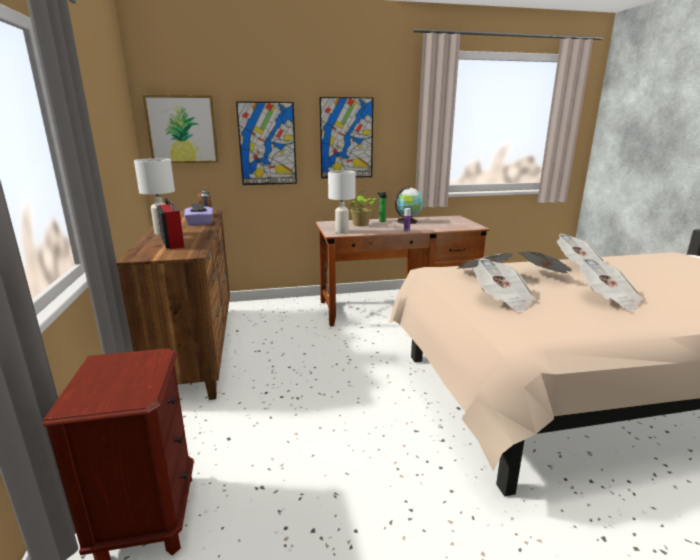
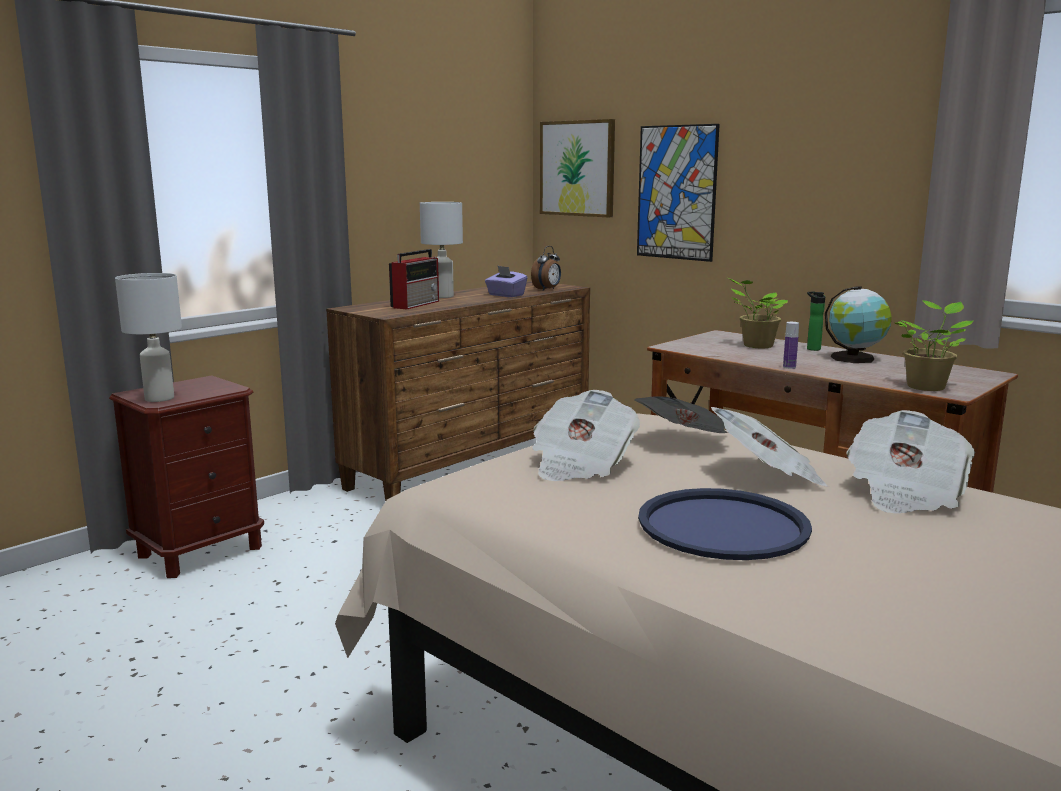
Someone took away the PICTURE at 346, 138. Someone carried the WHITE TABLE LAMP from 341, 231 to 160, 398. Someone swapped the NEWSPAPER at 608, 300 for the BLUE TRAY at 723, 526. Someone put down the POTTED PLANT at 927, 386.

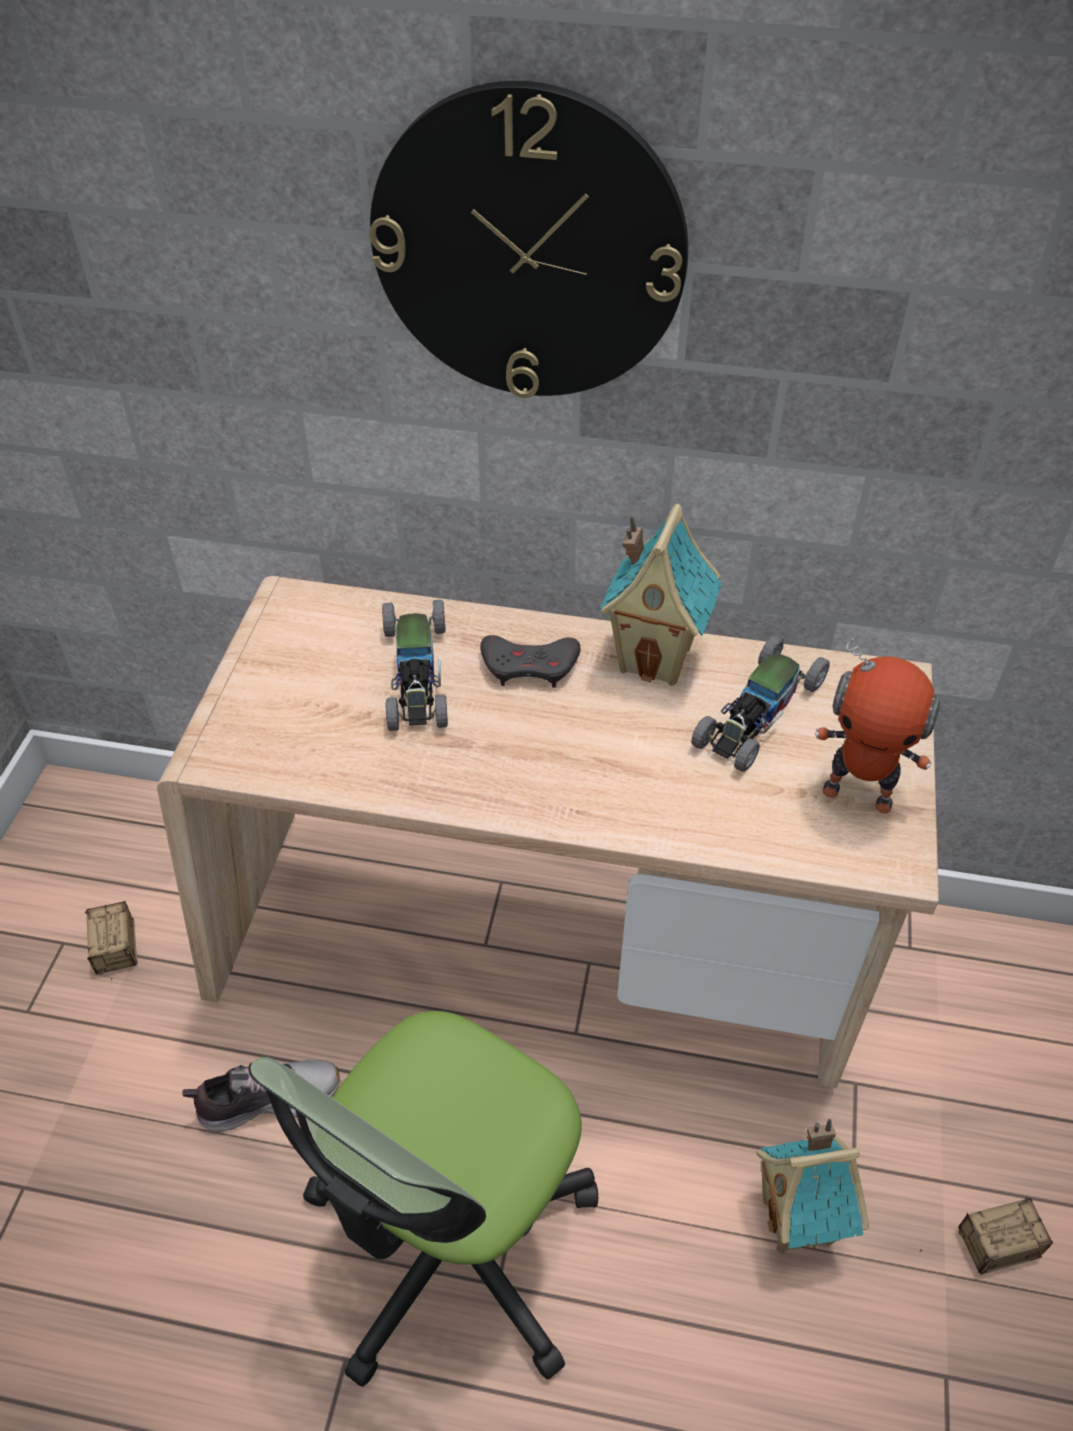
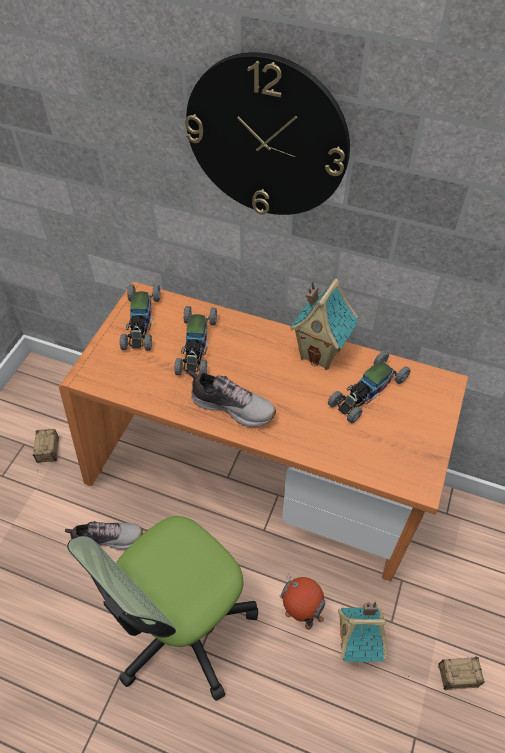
Someone repainted the BEIGE DESK at 536, 952, which became the ORANGE DESK at 252, 485. Someone took away the GREY GAME CONTROLLER at 530, 666. Someone carried the TOY ROBOT from 858, 793 to 300, 617. Someone put down the TOY CAR at 141, 322. Someone put down the SHOE at 232, 406.

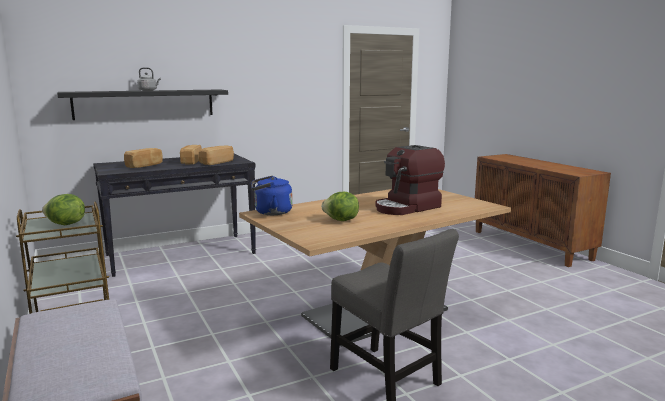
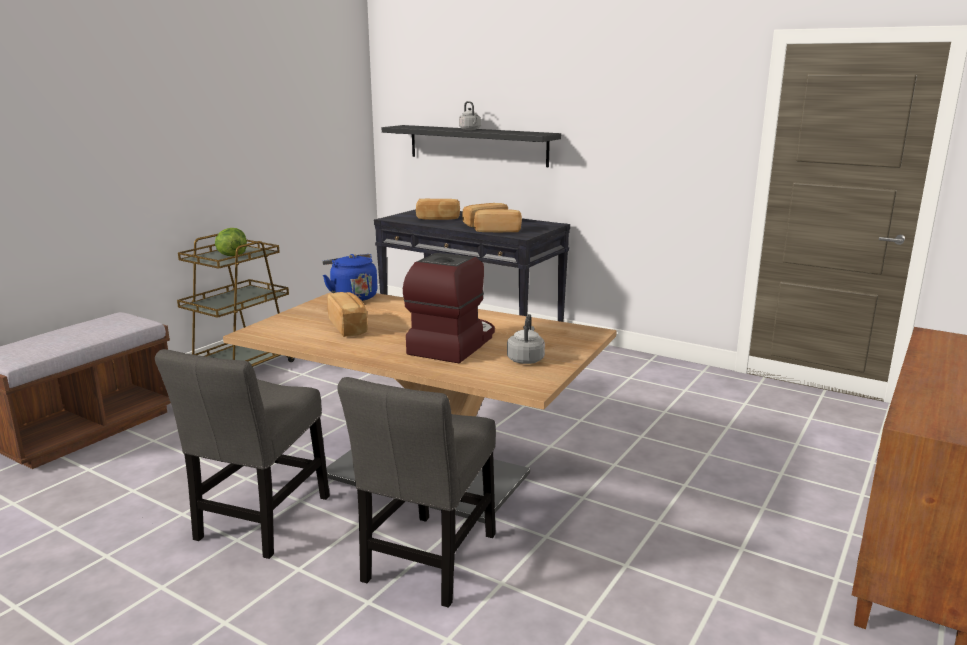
Someone rotated the COFFEE MACHINE at 407, 207 by 90 degrees clockwise. Someone swapped the LETTUCE at 341, 220 for the BREAD at 349, 327. Someone put down the GREY KETTLE at 526, 359. Someone put down the GREY CHAIR at 428, 562.

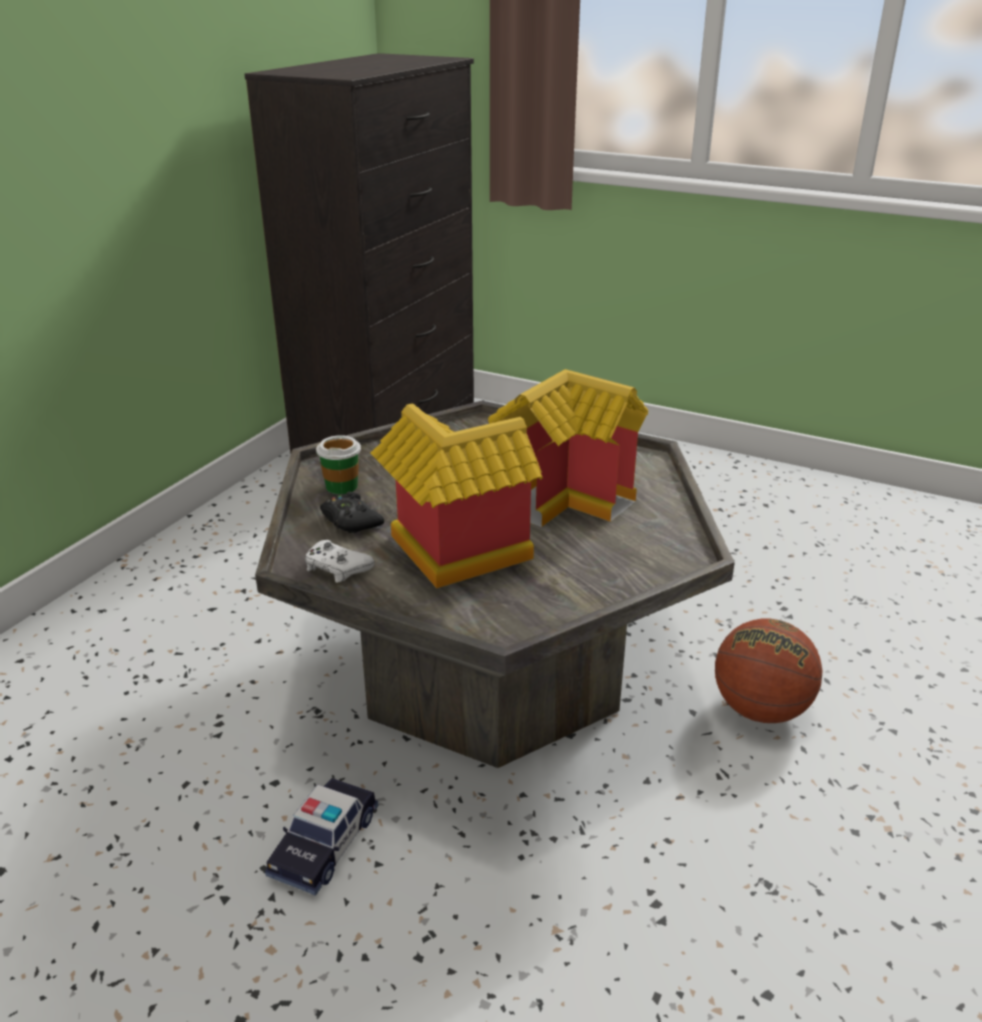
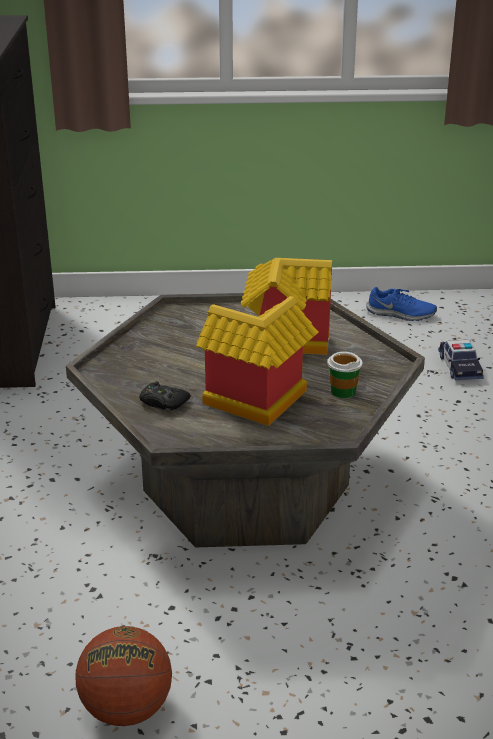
Someone carried the CUP from 341, 486 to 343, 391. Someone took away the WHITE GAME CONTROLLER at 336, 568. Someone carried the BASKETBALL from 760, 709 to 126, 709. Someone carried the TOY CAR from 325, 844 to 459, 367. Someone put down the BLUE SHOE at 401, 314.

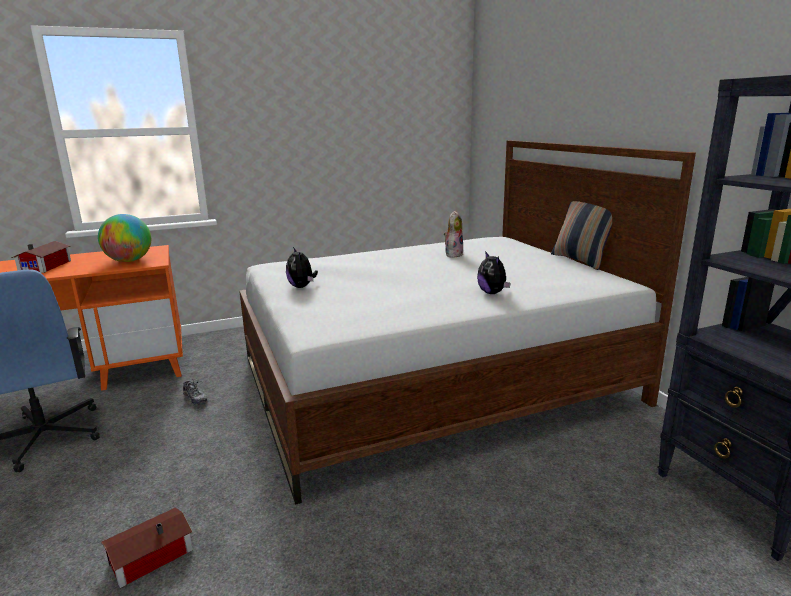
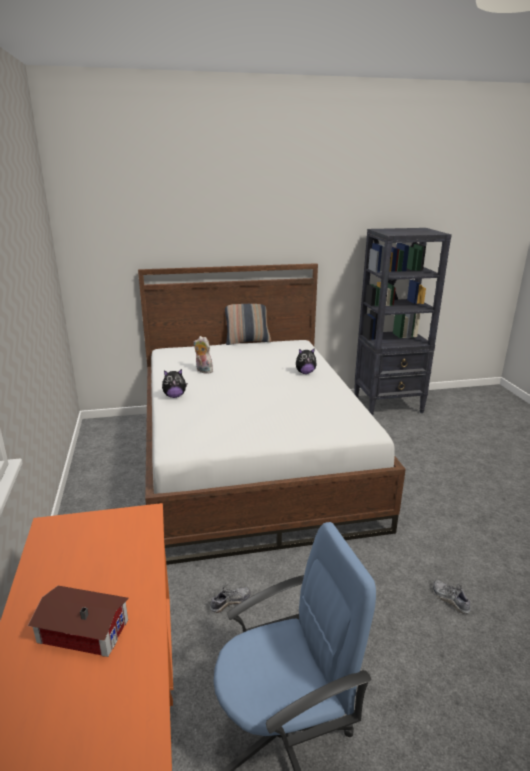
Someone took away the GLOBE at 129, 261. Someone carried the PLUSH TOY from 302, 287 to 174, 396. Someone swapped the TOY HOUSE at 148, 556 for the SHOE at 450, 599.

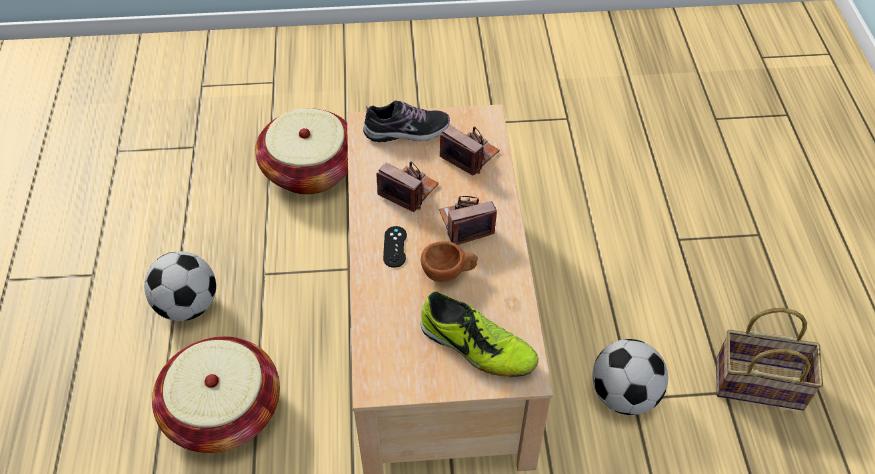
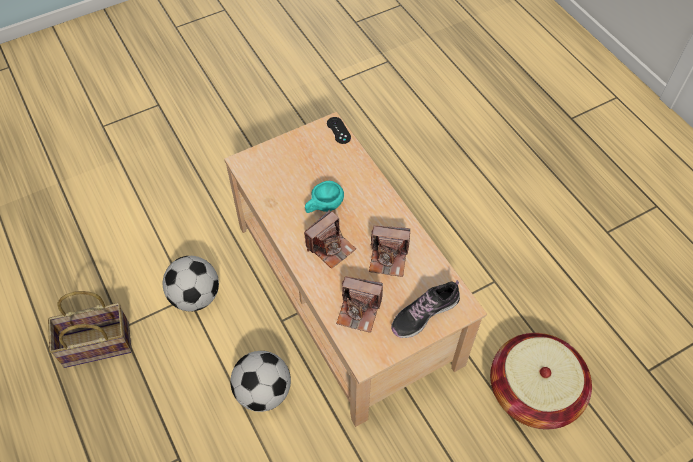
Someone carried the BLACK GAME CONTROLLER from 395, 247 to 338, 130. Someone repainted the BROWN CUP at 449, 272, which became the TURQUOISE CUP at 323, 207. Someone carried the FOOTBALL from 187, 305 to 264, 391. Someone took away the SHOE at 476, 347. Someone took away the BASKET at 223, 410.

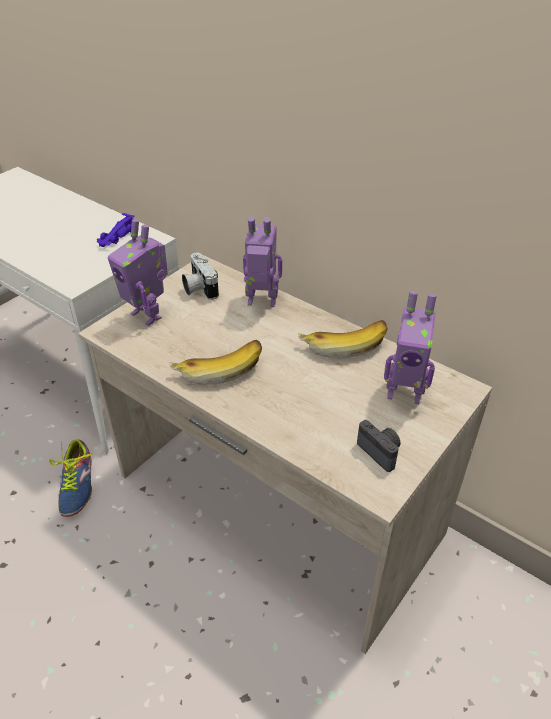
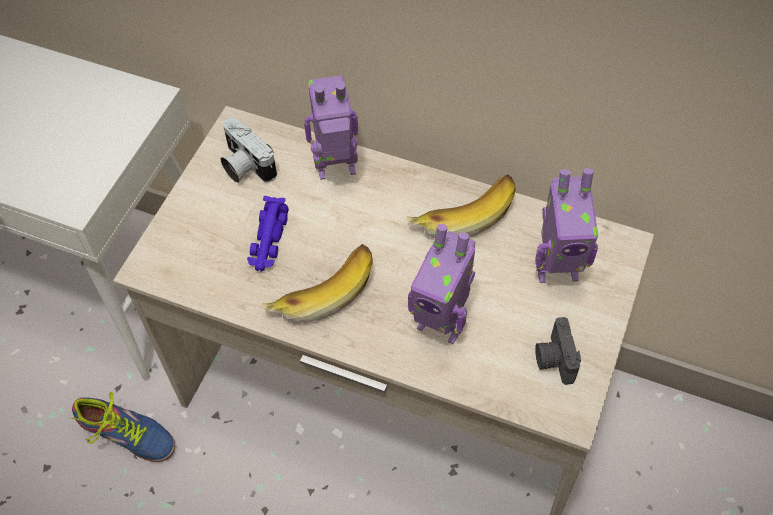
Someone carried the PURPLE TOY CAR from 116, 237 to 268, 240. Someone carried the TOY ROBOT from 147, 315 to 441, 324. Someone rotated the PHOTO CAMERA at 380, 452 by 135 degrees counterclockwise. Someone rotated the SHOE at 77, 484 by 45 degrees counterclockwise.

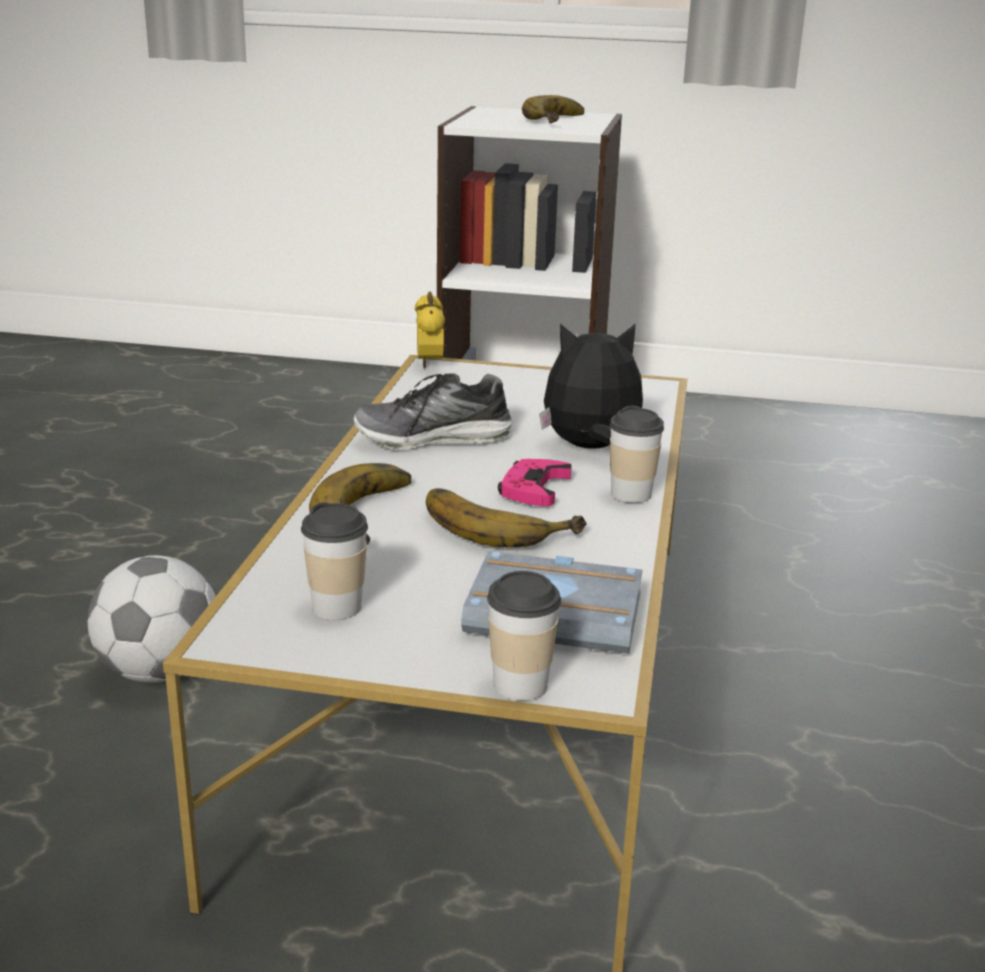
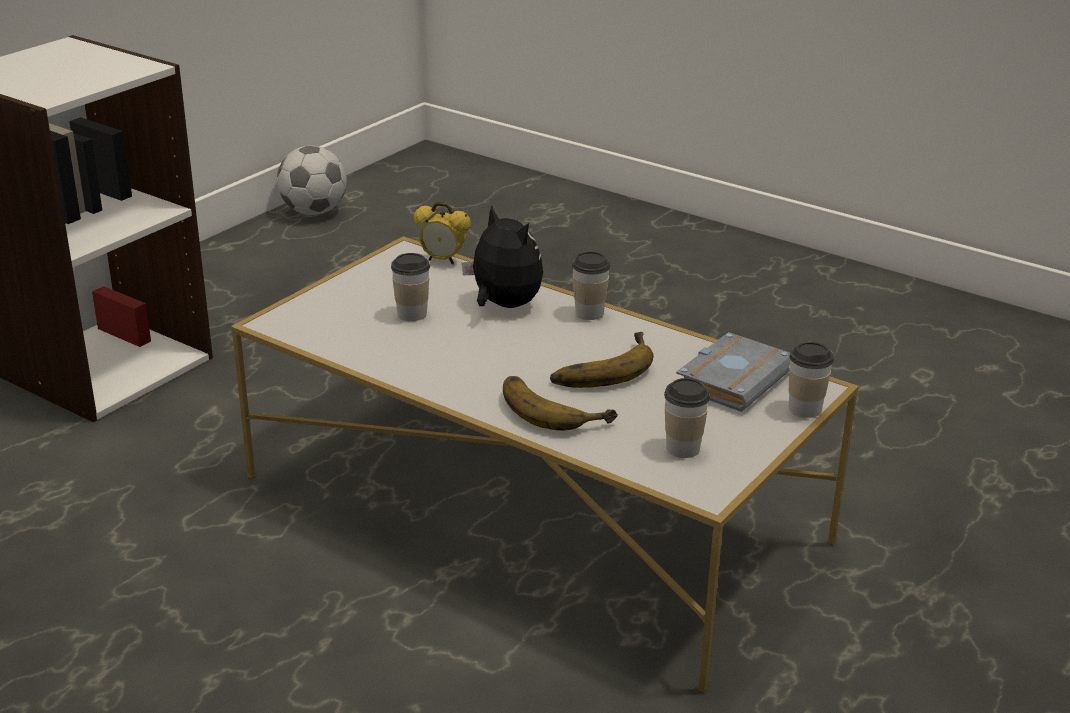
Someone took away the BANANA at 562, 120. Someone carried the ALARM CLOCK from 429, 363 to 443, 260. Someone rotated the PLUSH TOY at 591, 448 by 120 degrees clockwise. Someone took away the SHOE at 433, 438. Someone took away the PINK GAME CONTROLLER at 533, 488. Someone carried the FOOTBALL from 160, 671 to 313, 211. Someone put down the CUP at 412, 314.

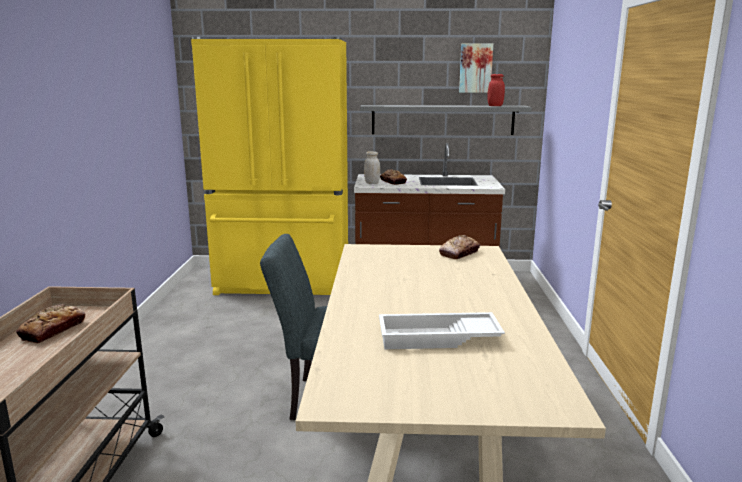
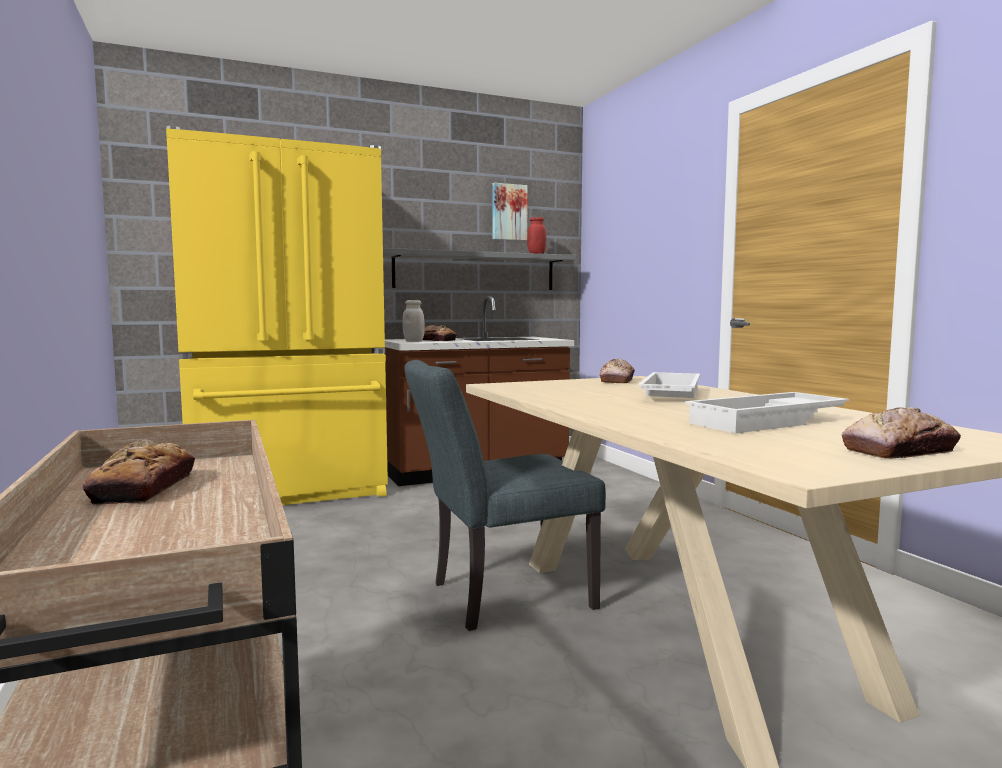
Someone put down the WHITE TRAY at 669, 394. Someone put down the BREAD at 900, 451.

